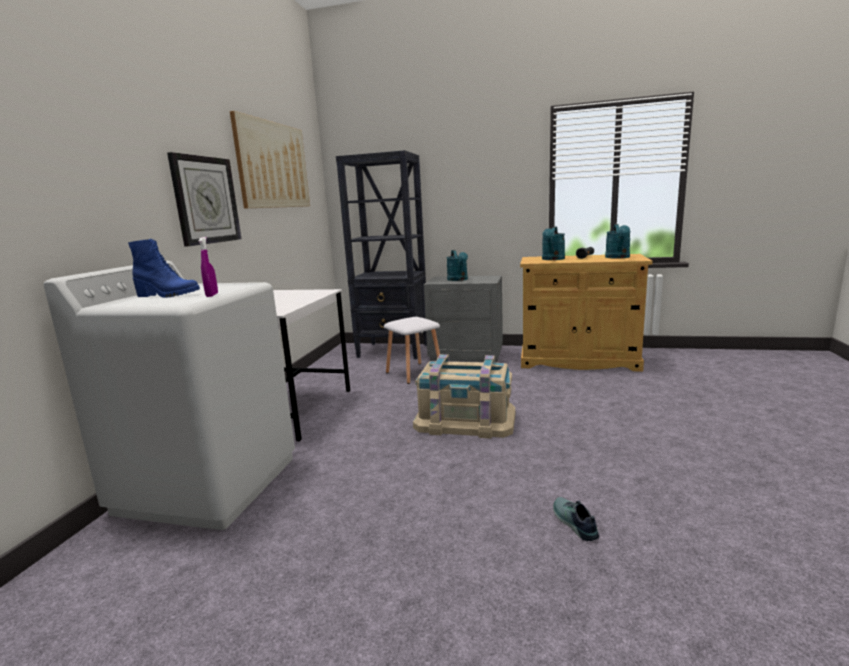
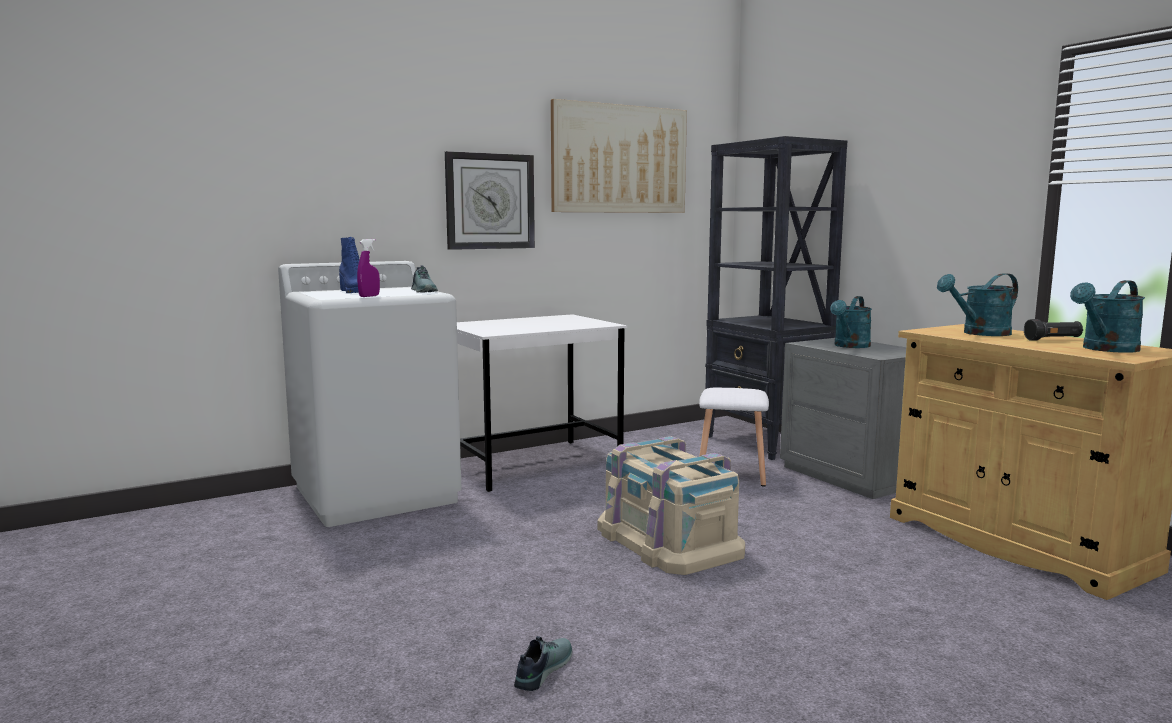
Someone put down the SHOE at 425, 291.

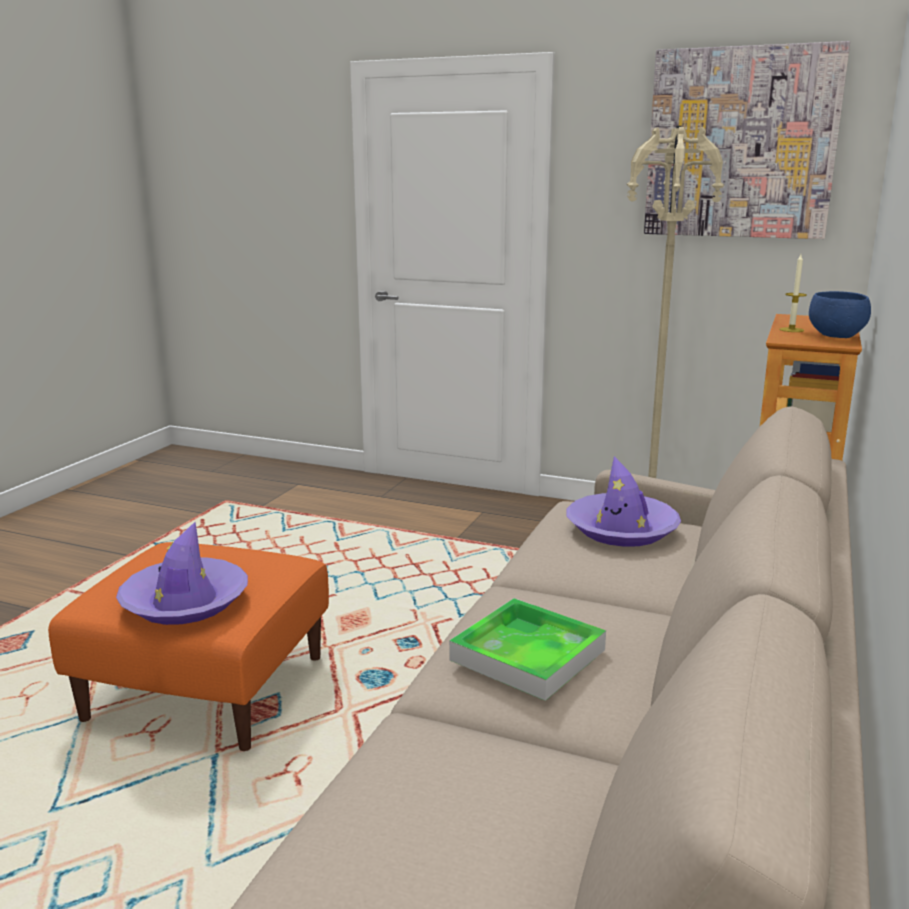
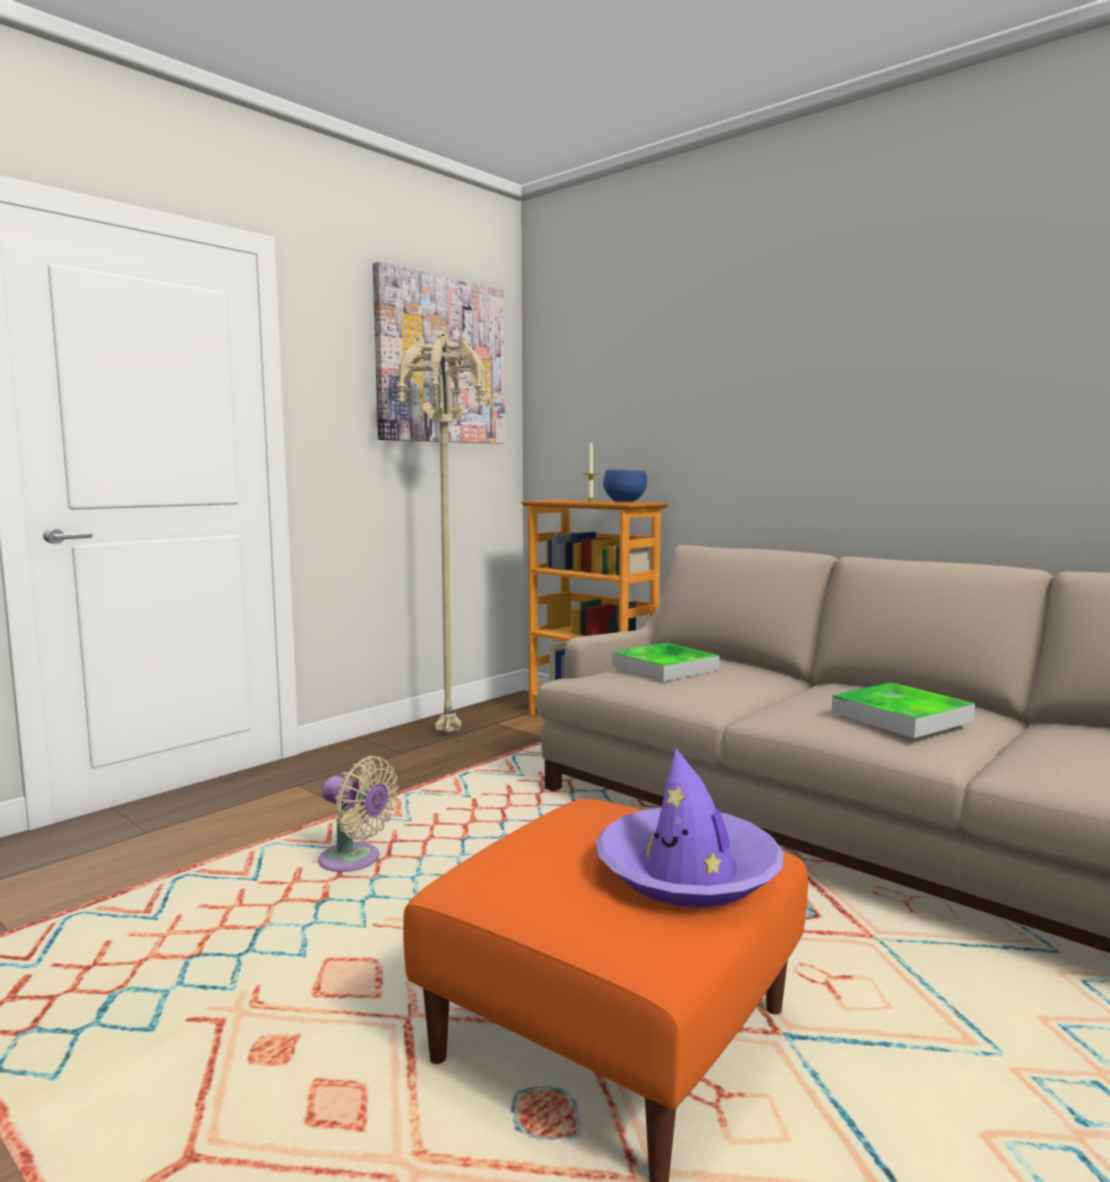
Someone swapped the PURPLE HAT at 622, 530 for the TRAY at 665, 668. Someone put down the BEIGE FAN at 354, 861.

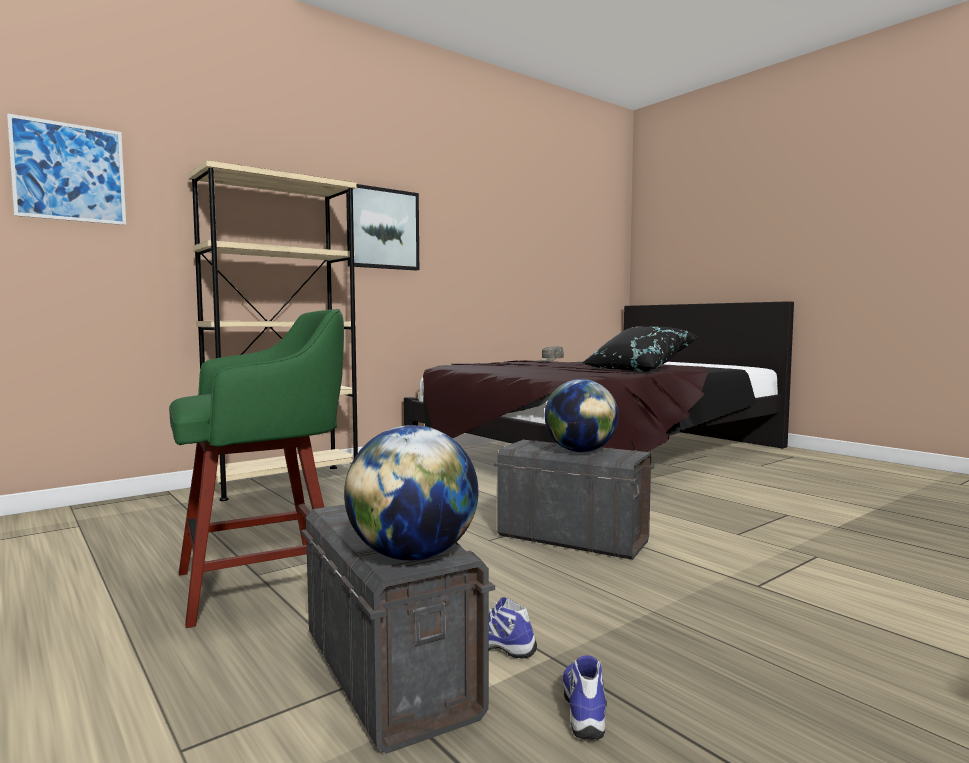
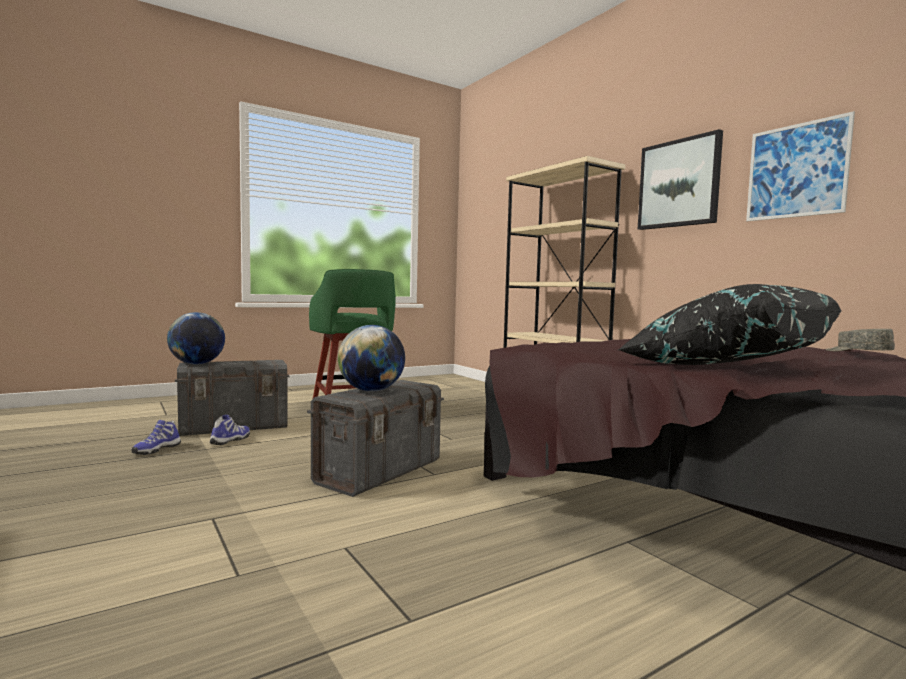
Someone carried the PICTURE from 69, 172 to 796, 171. Someone rotated the SHOE at 586, 710 by 105 degrees clockwise.

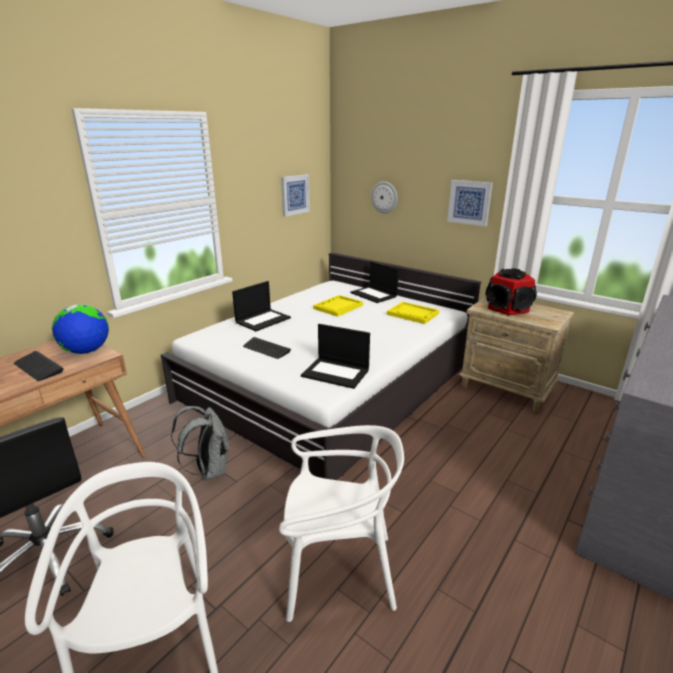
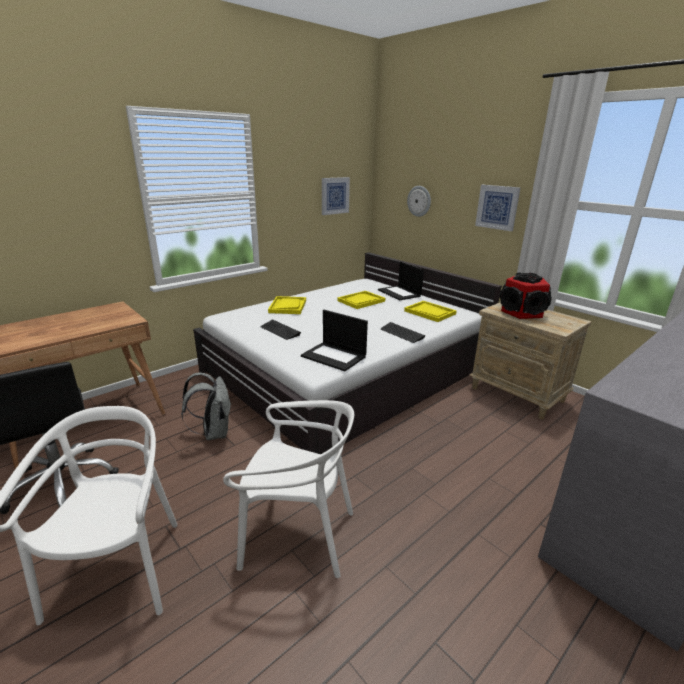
Someone swapped the LAPTOP at 263, 320 for the YELLOW TRAY at 287, 306. Someone took away the GLOBE at 86, 351. Someone carried the KEYBOARD from 38, 367 to 402, 333.

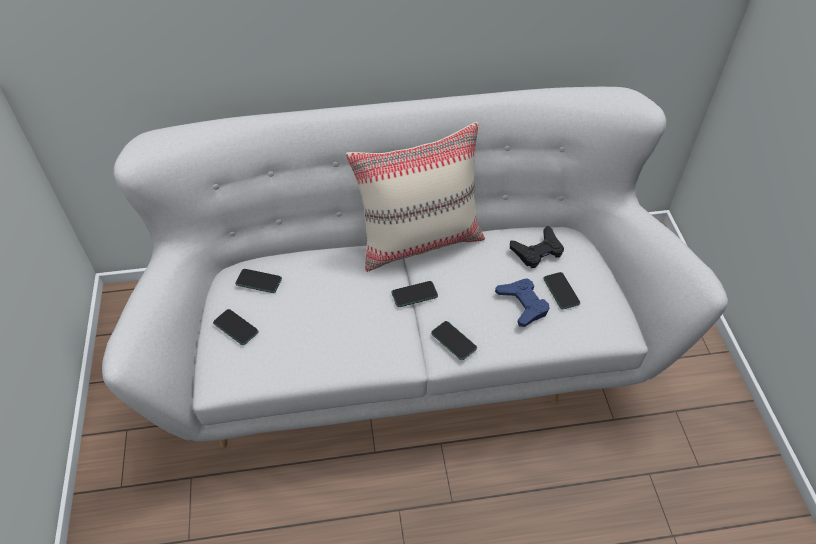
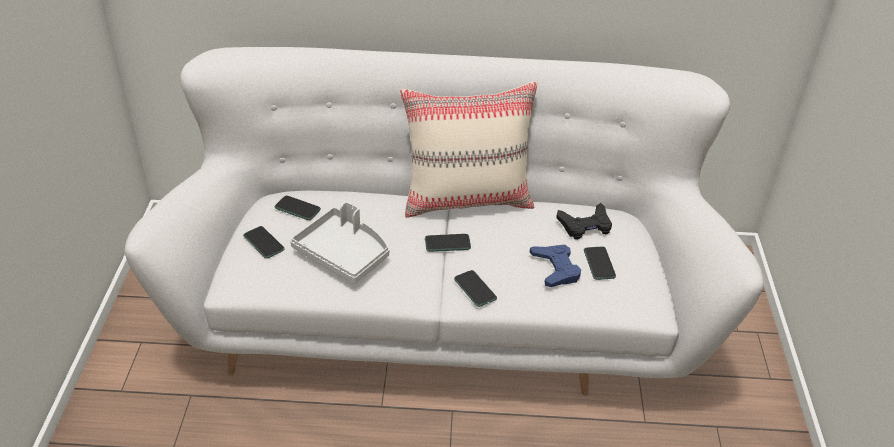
Someone put down the GREY TRAY at 344, 254.

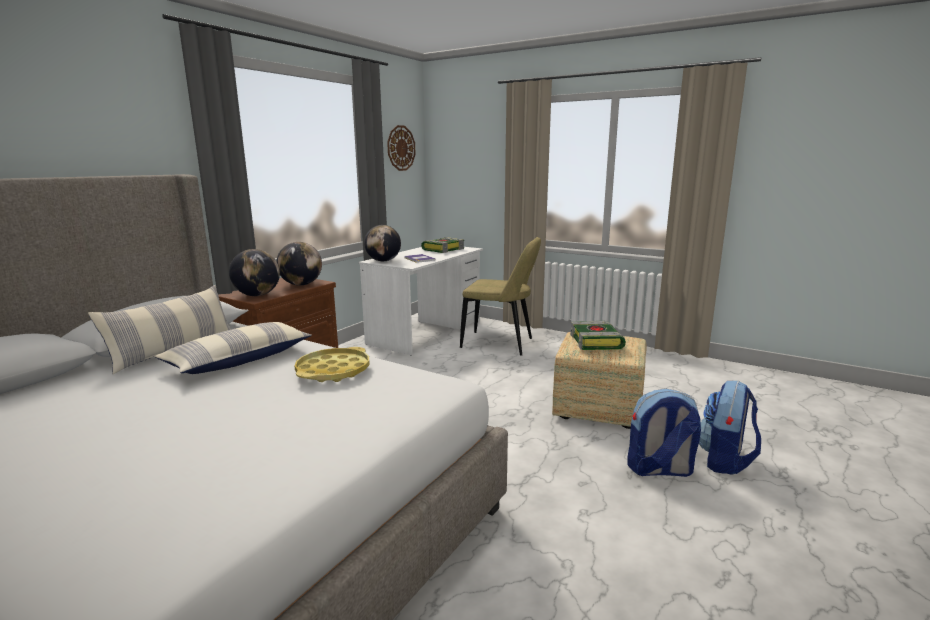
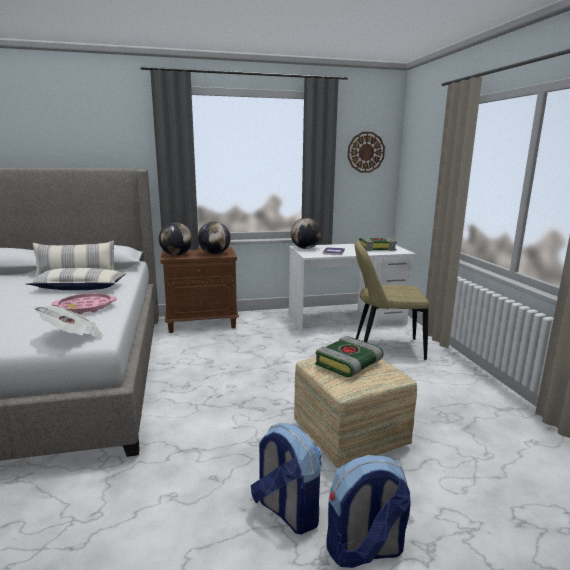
Someone rotated the BEIGE CHAIR at 500, 344 by 120 degrees clockwise. Someone repainted the YELLOW TRAY at 333, 371, which became the PINK TRAY at 85, 308. Someone put down the NEWSPAPER at 73, 336.

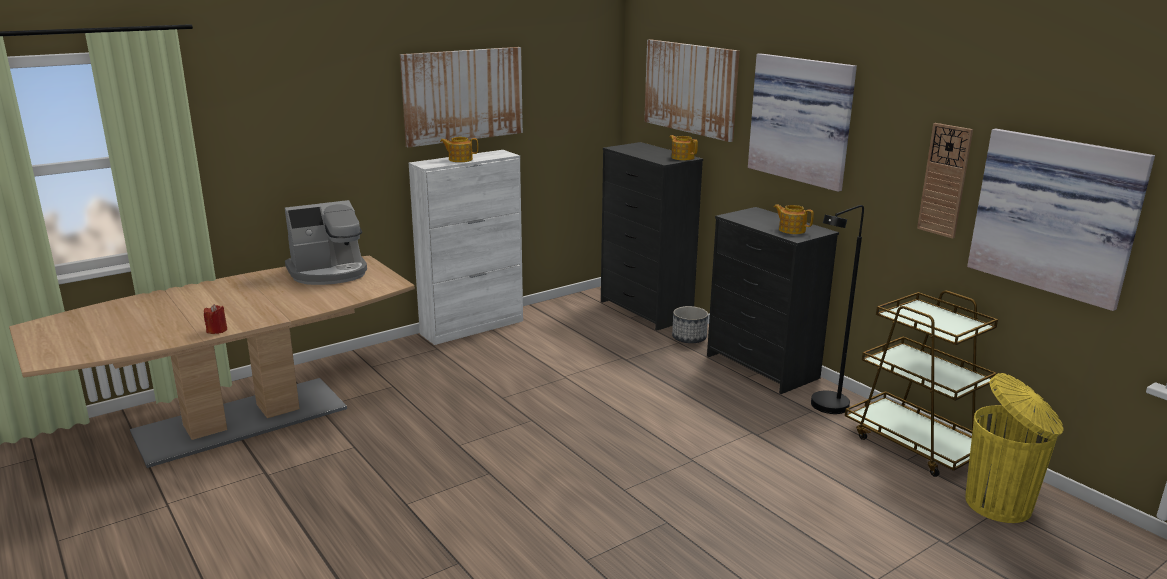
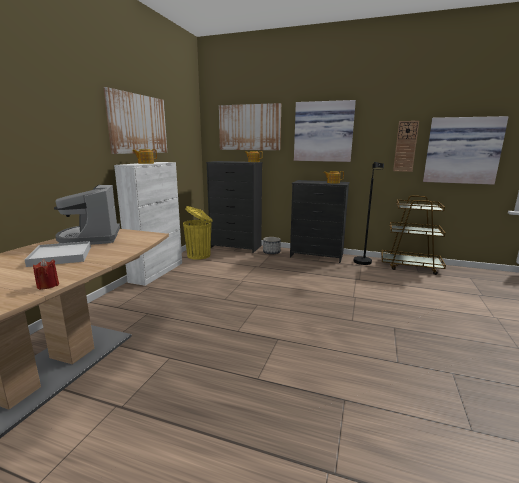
Someone rotated the COFFEE MACHINE at 329, 272 by 135 degrees clockwise. Someone carried the YELLOW TRASH CAN from 1000, 505 to 199, 255. Someone put down the WHITE TRAY at 61, 256.

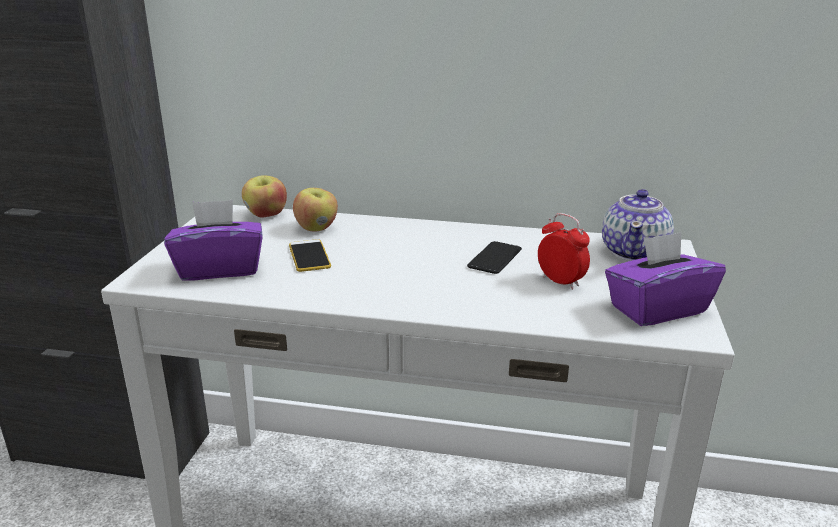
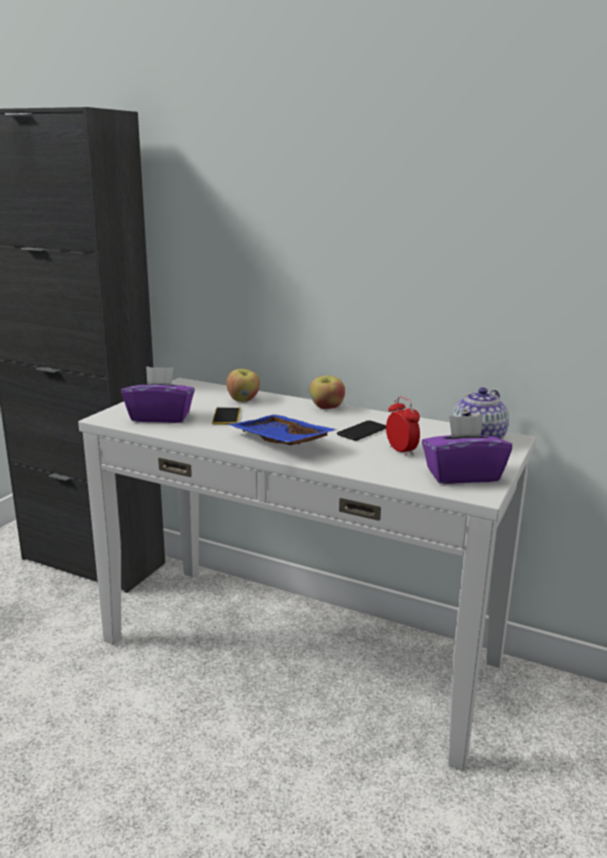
Someone carried the APPLE from 266, 215 to 326, 407. Someone put down the BLUE TRAY at 279, 442.

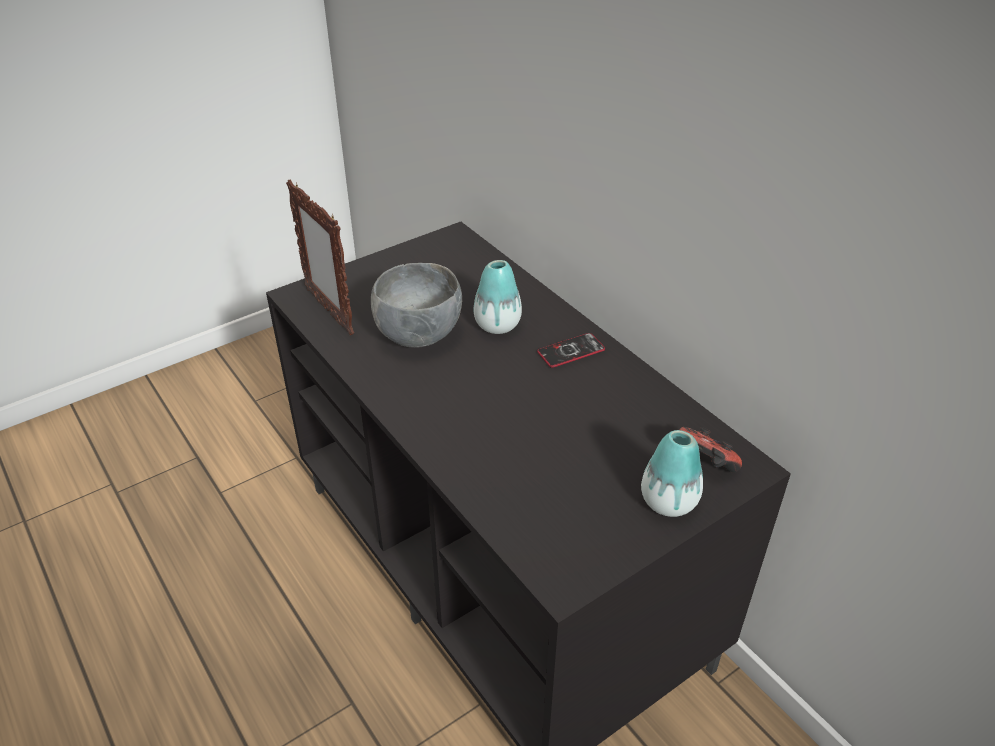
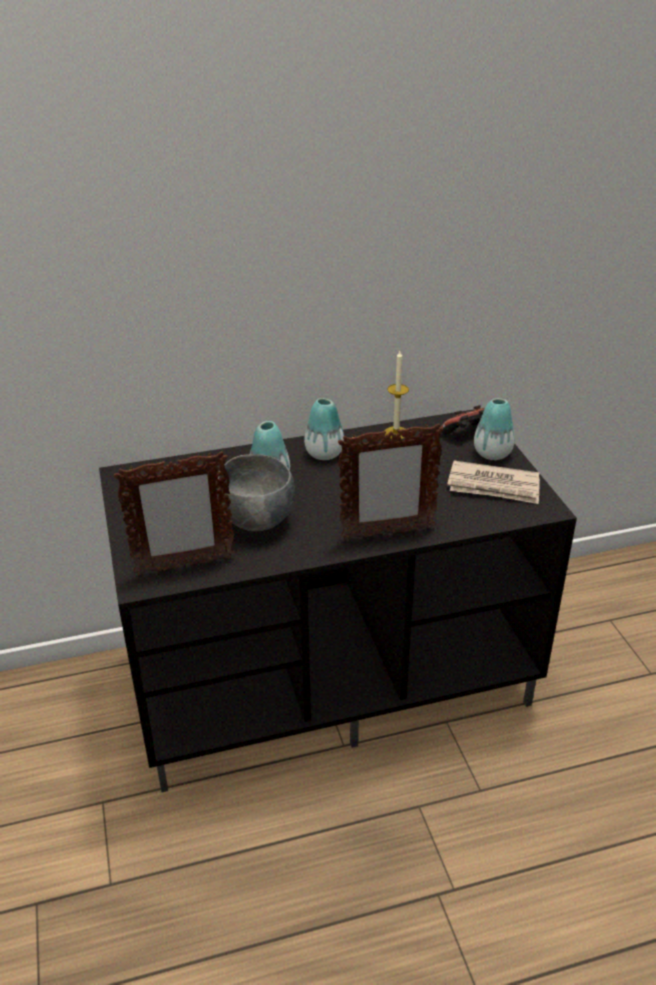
Someone swapped the PHONE at 571, 351 for the VASE at 324, 454. Someone put down the CANDLE at 396, 433. Someone put down the PICTURE FRAME at 387, 533. Someone put down the NEWSPAPER at 494, 486.

